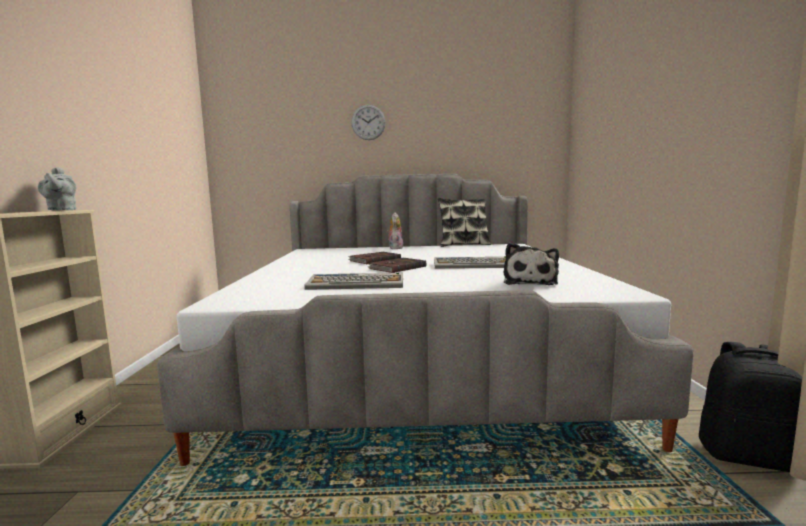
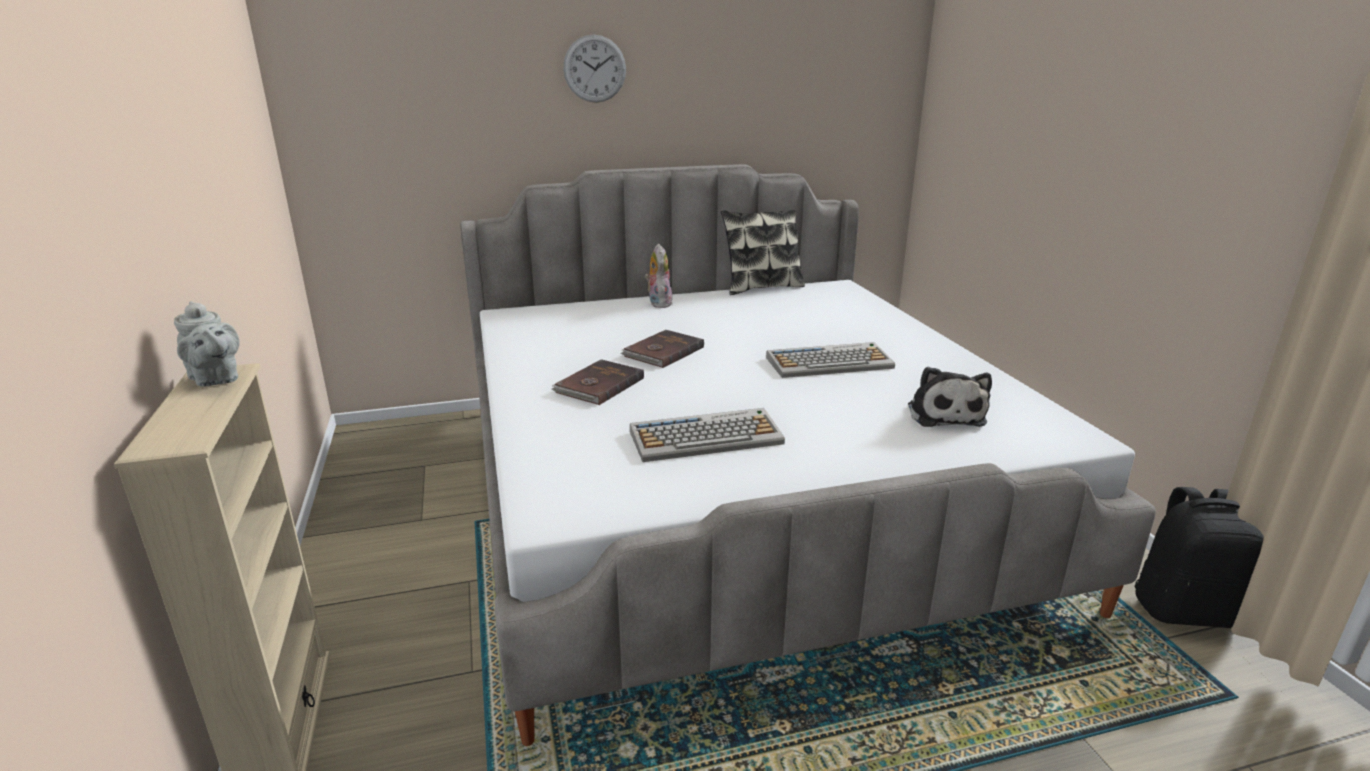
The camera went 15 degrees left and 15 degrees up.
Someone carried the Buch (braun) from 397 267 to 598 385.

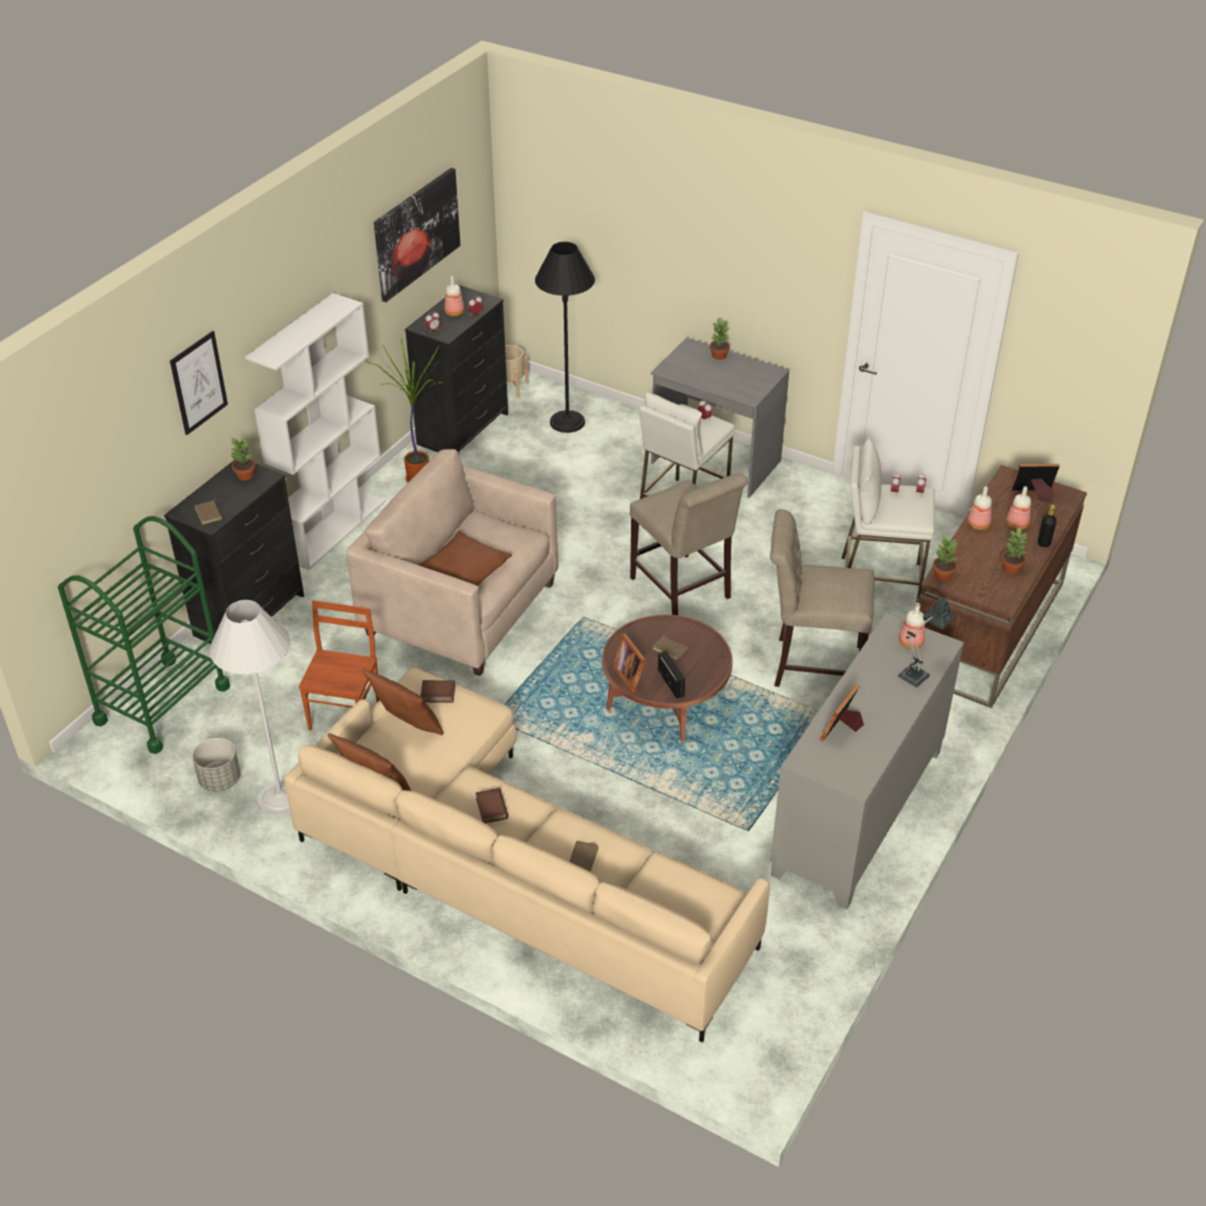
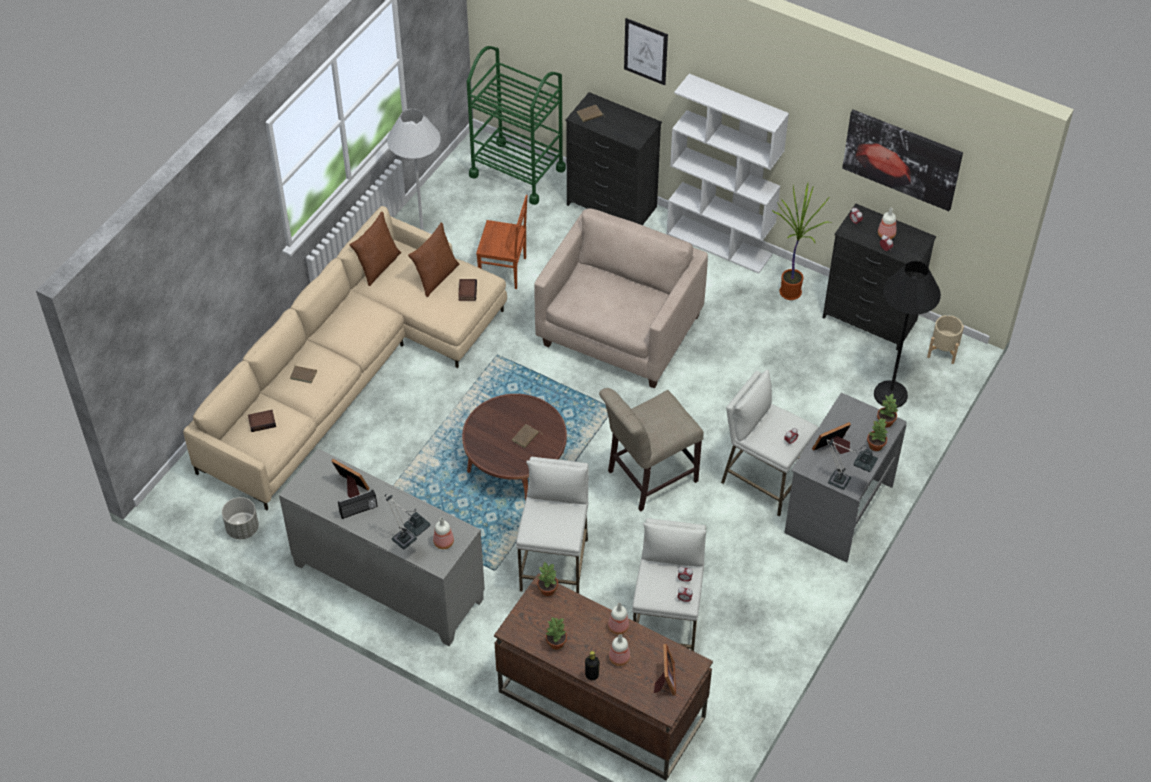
The camera went 90 degrees right and 10 degrees up.
Someone carried the Pflanzkübel (grau) from 219 780 to 242 528.
Someone carried the Topfpflanze from 245 475 to 885 421.
Someone took away the Kissen (braun) at 464 568.
Someone carried the Buch from 490 808 to 262 422.
Someone carried the Bilderrahmen from 630 675 to 832 448.
Someone carried the Radio from 671 683 to 358 510.
Someone swapped the Stuhl (beige) at 812 664 for the Hocker (weiß) at 555 564.
Someone put down the Tischlampe at 844 483.

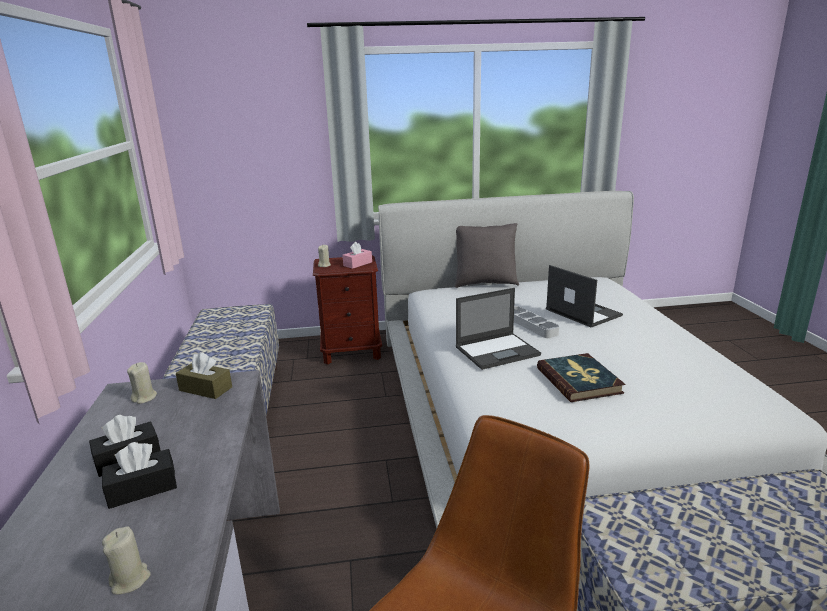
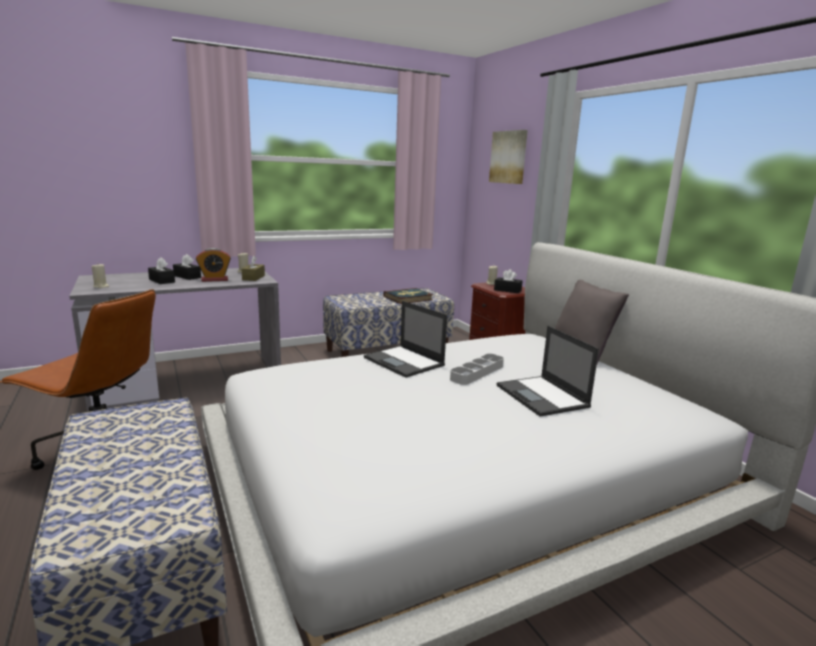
The camera went 70 degrees right and 5 degrees down.
Someone repainted the Taschentuchbox (rosa) at 357 264, which became the Taschentuchbox (schwarz) at 507 290.
Someone carried the Buch from 579 380 to 408 298.
Someone rotated the Laptop at 582 312 by 120 degrees clockwise.
Someone put down the Wecker at 214 280.
Someone put up the Bild at 509 157.

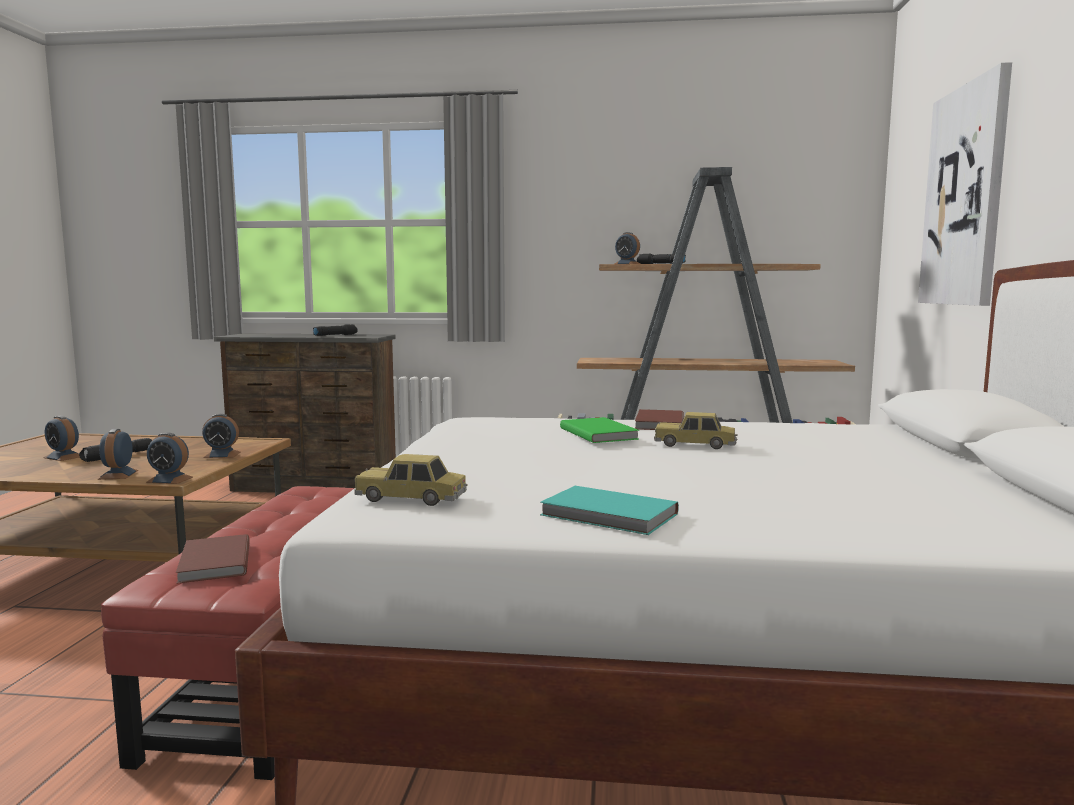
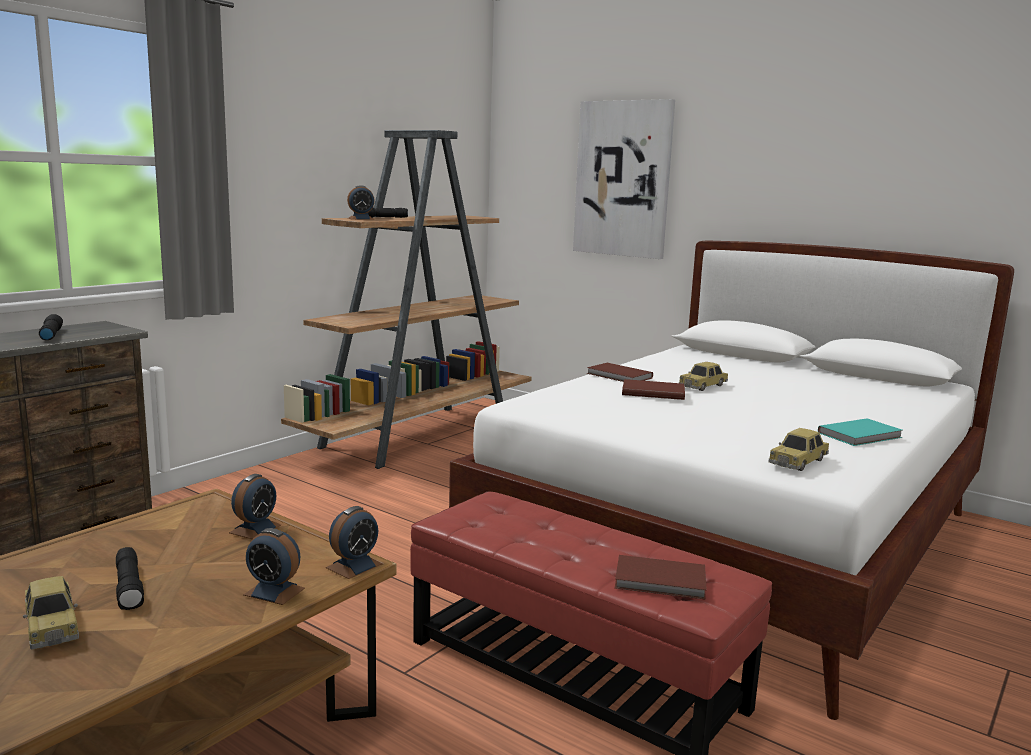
The camera went 60 degrees left and 5 degrees up.
Someone swapped the Wecker at 64 457 for the Spielzeugauto at 51 625.
Someone repainted the Buch (grün) at 599 433, which became the Buch (braun) at 652 392.

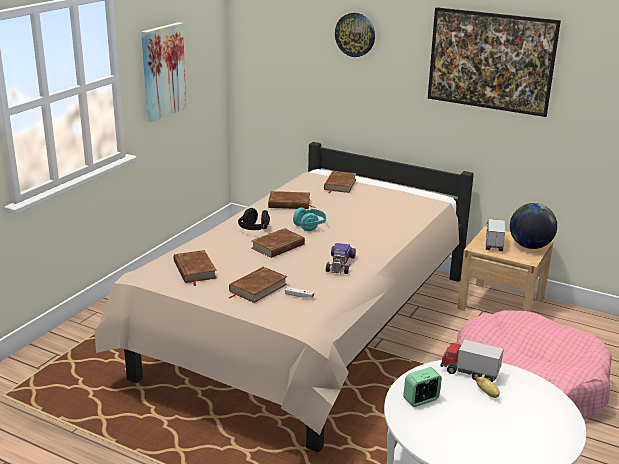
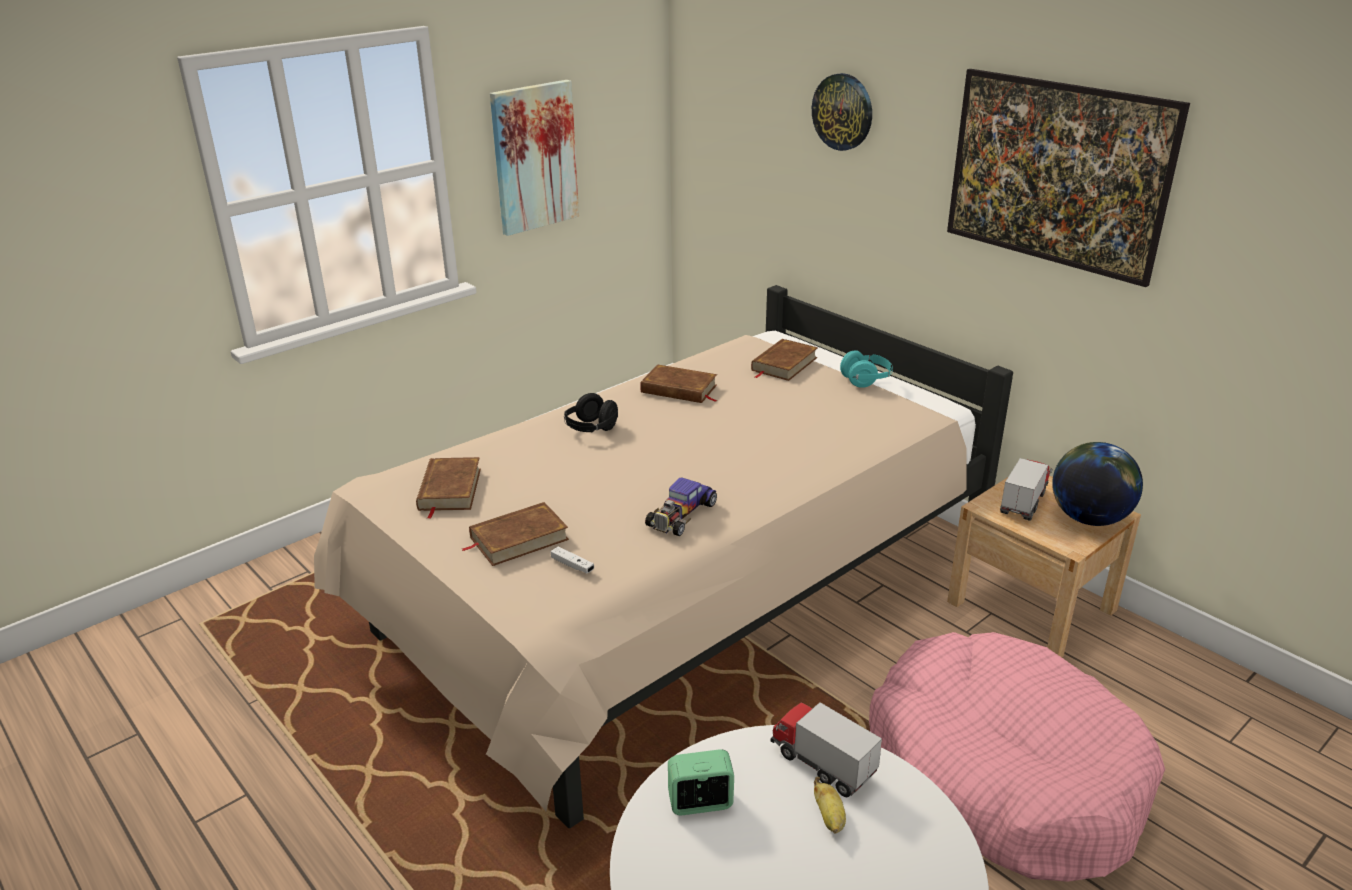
The camera went 20 degrees right and 5 degrees up.
Someone took away the Buch (braun) at 278 246.
Someone carried the Kopfhörer (türkis) from 310 226 to 866 380.

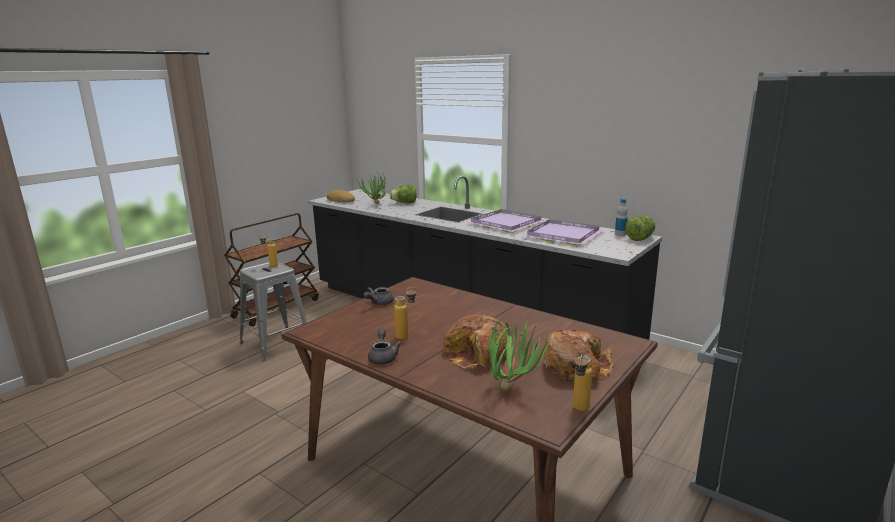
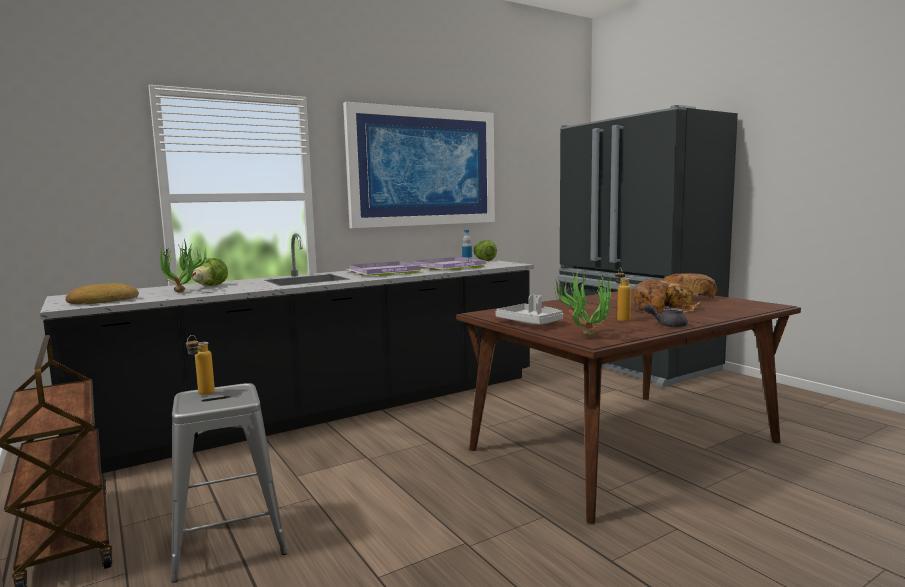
The camera went 70 degrees left and 10 degrees down.
Someone swapped the Teekanne (grau) at 379 303 for the Tablett (grau) at 531 322.
Someone carried the Topfpflanze from 512 387 to 584 335.
Someone took away the Flasche at 579 410.
Someone put up the Bild at 424 167.

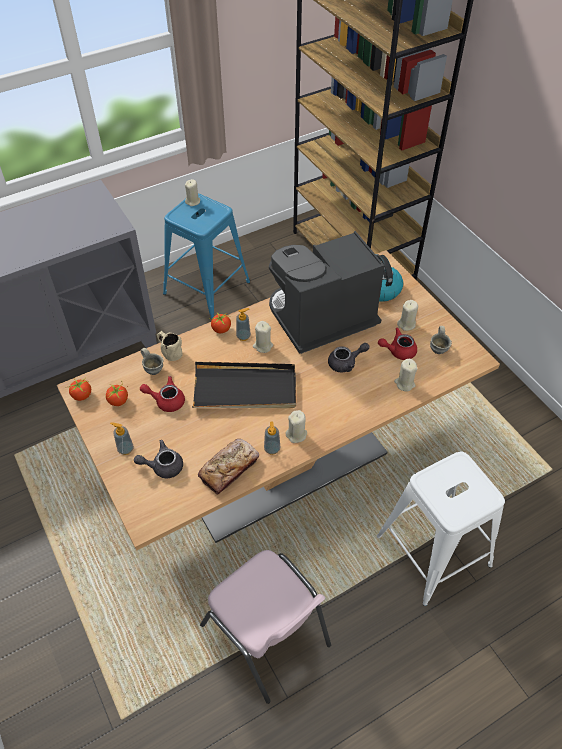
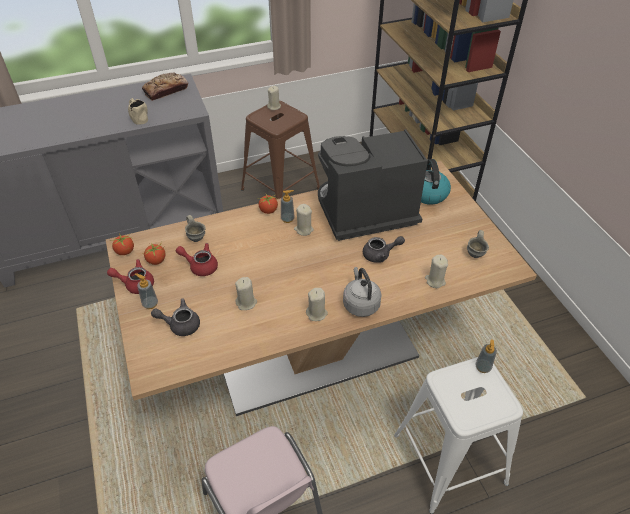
The camera went 10 degrees right and 5 degrees down.
Someone carried the Henkelbecher (beige) from 169 351 to 138 118.
Someone repainted the Hocker (blau) at 207 288, which became the Hocker (braun) at 280 189.
Someone took away the Tablett (schwarz) at 245 389.
Someone carried the Brot from 229 469 to 166 90.
Someone carried the Seifenspender from 272 449 to 483 367.
Someone carried the Teekanne (rot) from 398 351 to 135 284.
Someone carried the Kerze (beige) from 406 324 to 246 303.
Someone put down the Wasserkessel (grau) at 360 303.

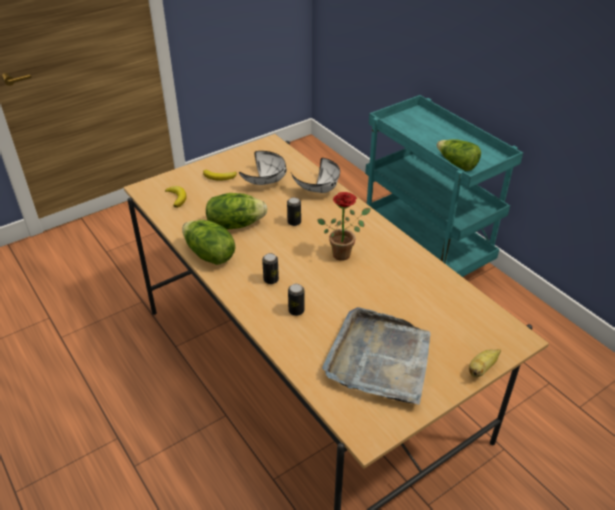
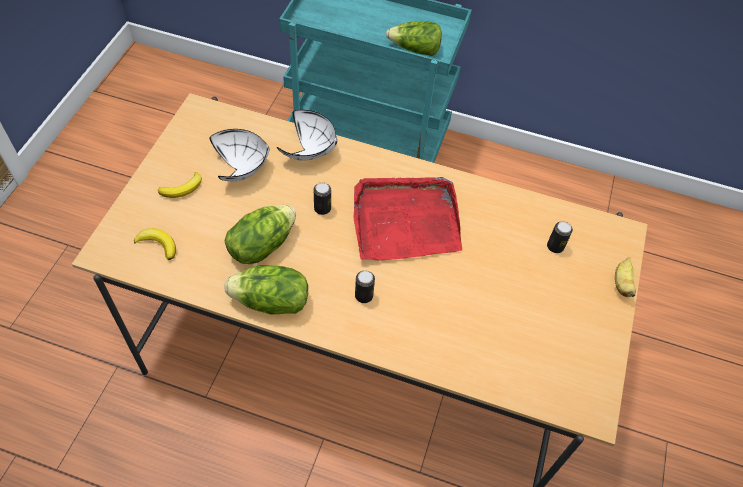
The camera went 40 degrees left and 15 degrees up.
Someone carried the Dose from 296 310 to 555 246.
Someone swapped the Topfpflanze at 344 253 for the Tablett (rot) at 405 221.
Someone took away the Tablett (grau) at 379 359.

